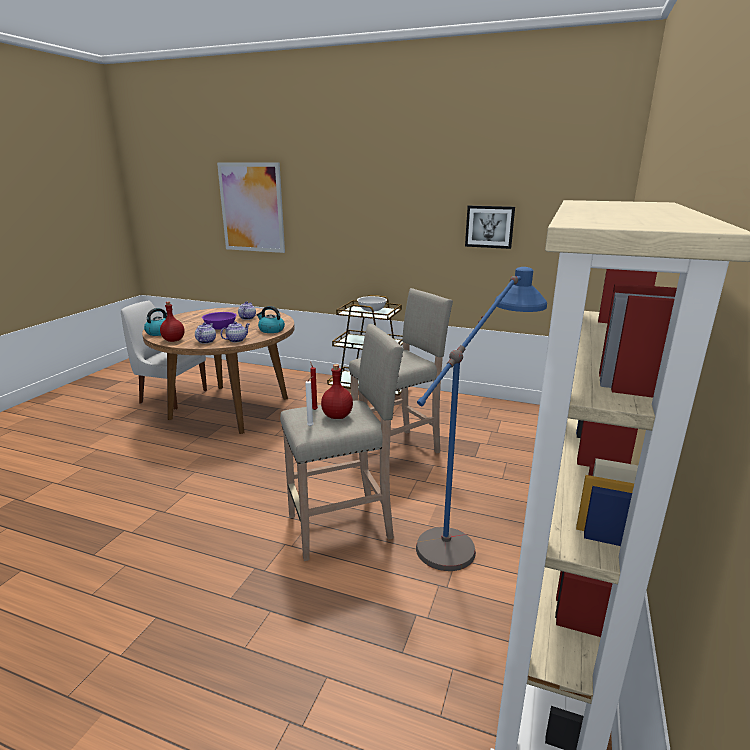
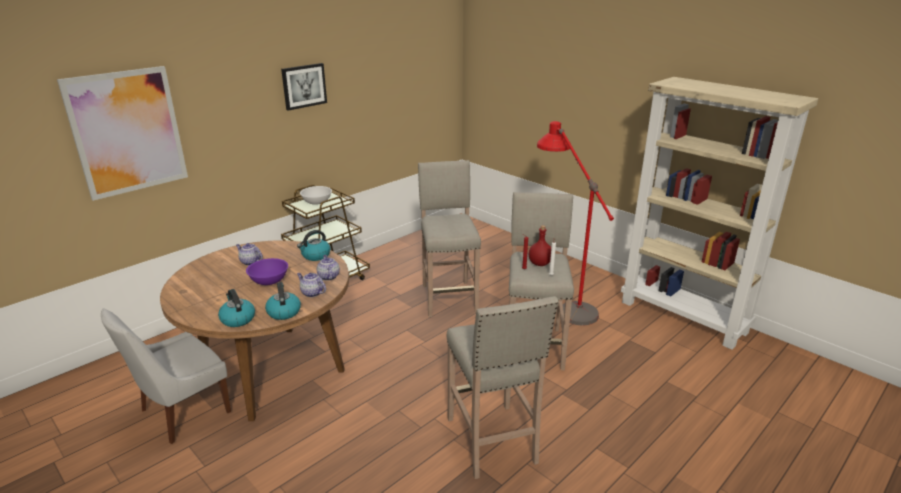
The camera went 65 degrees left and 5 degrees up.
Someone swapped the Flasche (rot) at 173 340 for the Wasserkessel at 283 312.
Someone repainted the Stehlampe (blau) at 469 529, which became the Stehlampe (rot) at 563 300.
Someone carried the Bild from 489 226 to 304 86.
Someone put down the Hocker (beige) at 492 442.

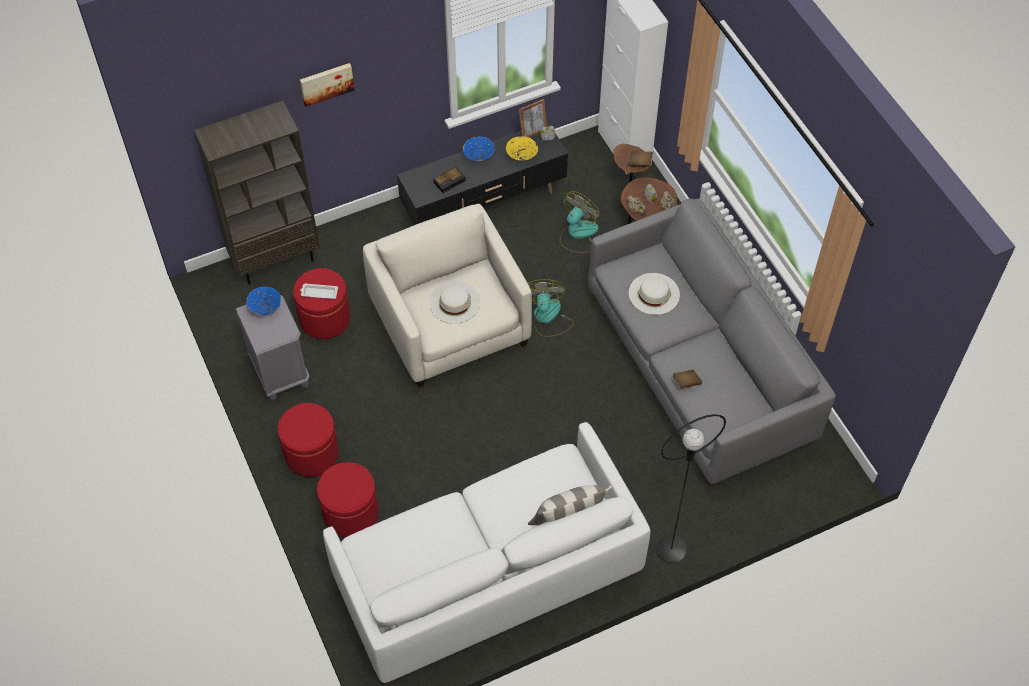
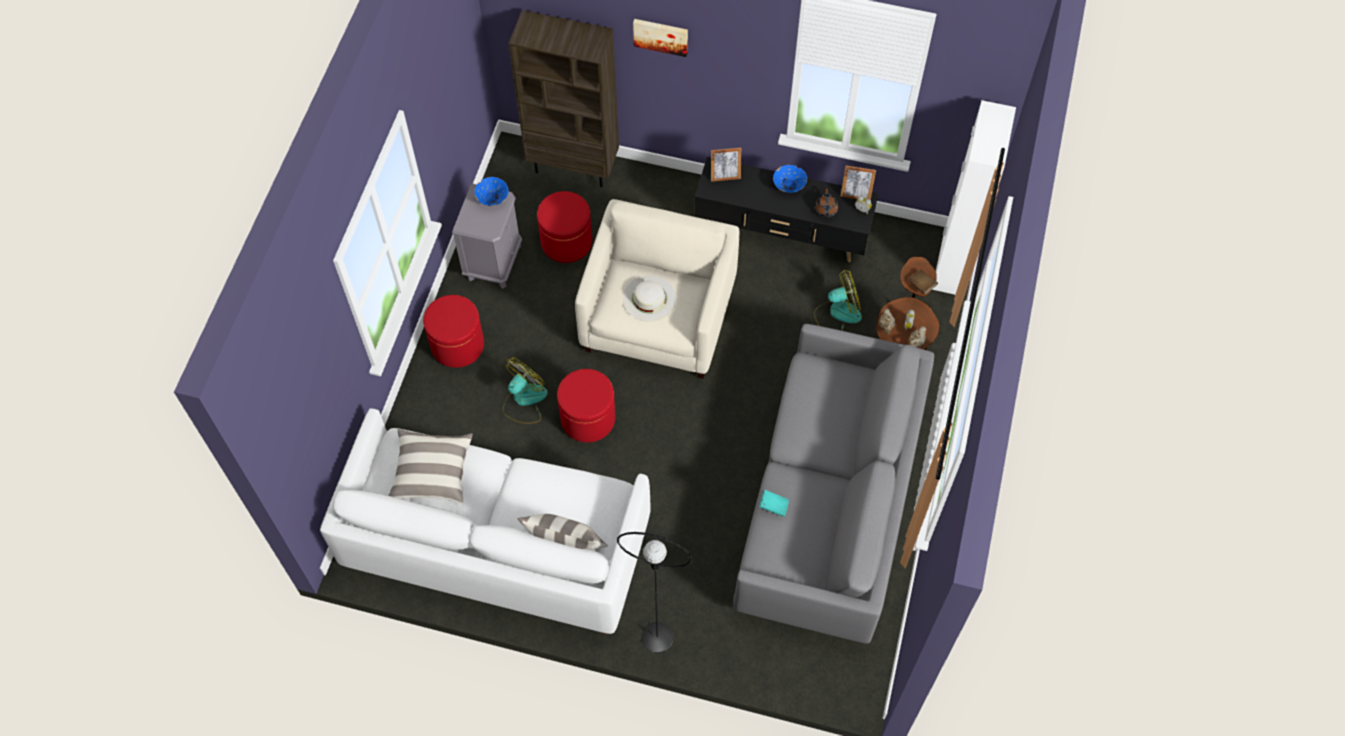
The camera went 40 degrees right and 5 degrees up.
Someone took away the Tablett (weiß) at 319 293.
Someone carried the Polsterhocker (rot) from 351 513 to 588 418.
Someone took away the Wecker at 450 181.
Someone swapped the Schüssel (gelb) at 522 156 for the Teekanne (braun) at 826 210.
Someone carried the Ventilator from 547 318 to 524 400.
Someone took away the Hut (weiß) at 654 293.
Someone repainted the Buch (braun) at 686 382, which became the Buch (türkis) at 773 506.
Someone put down the Kissen at 432 472.
Someone put down the Bilderrahmen at 725 176.

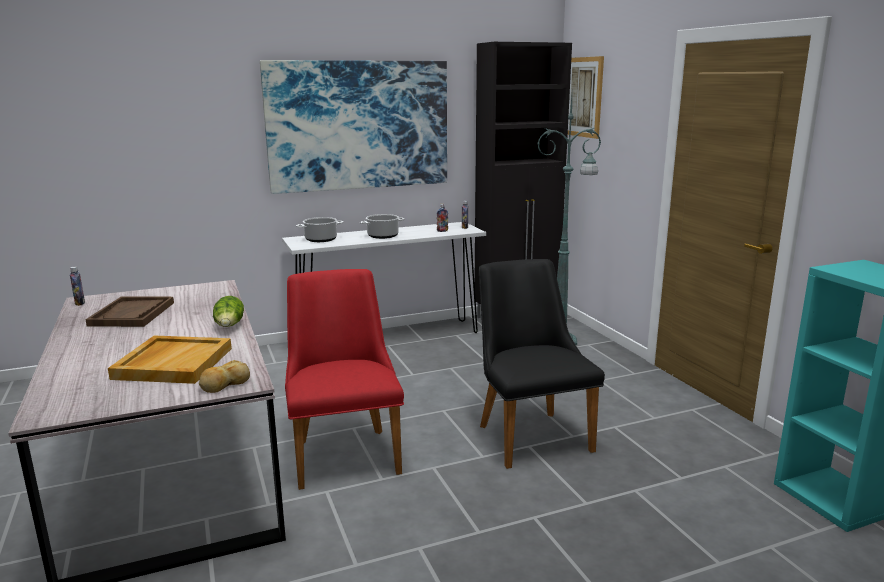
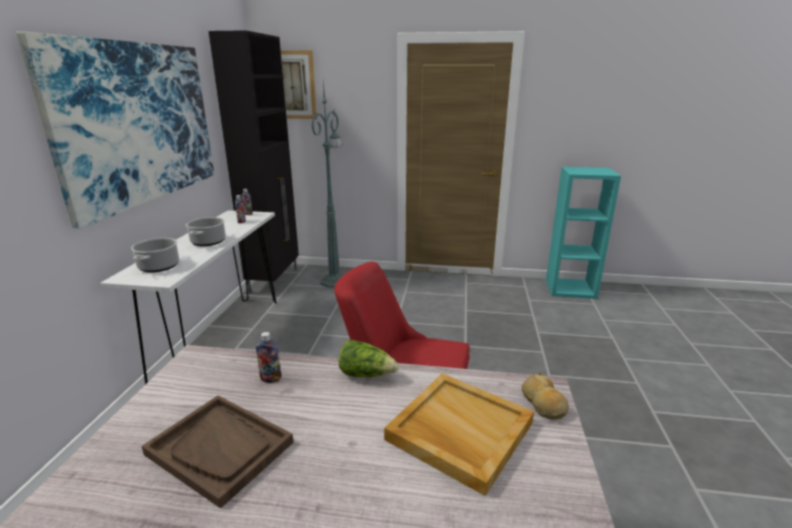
The camera went 60 degrees left and 5 degrees up.
Someone carried the Flasche from 80 303 to 270 379.
Someone took away the Stuhl (schwarz) at 528 433.

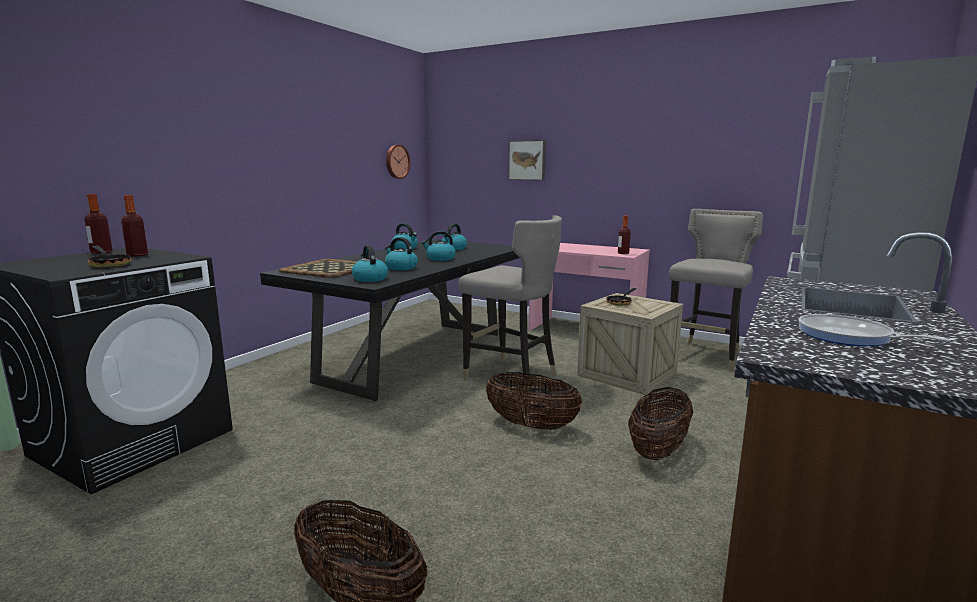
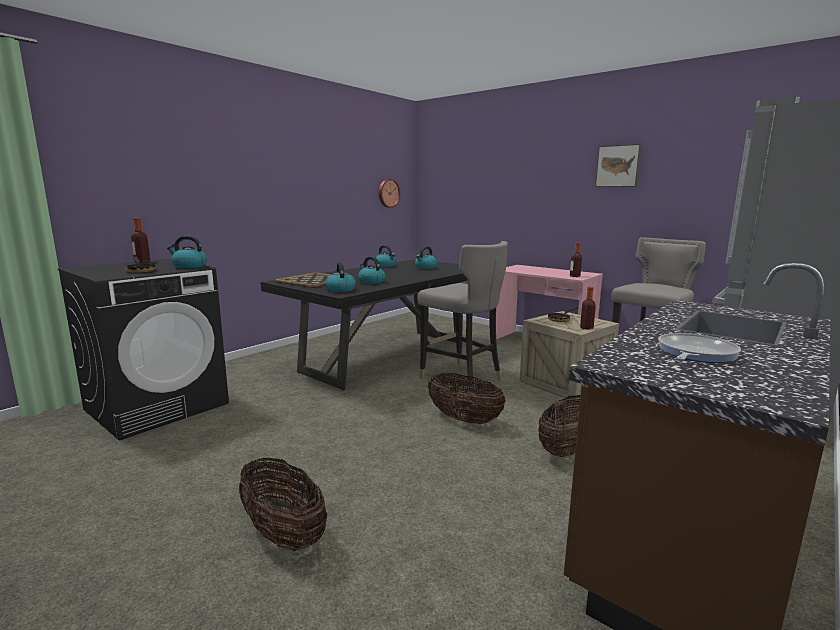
The camera went 10 degrees right and 0 degrees up.
Someone carried the Flasche from 137 255 to 586 328.
Someone carried the Wasserkessel from 440 259 to 189 266.
Someone carried the Bild from 527 160 to 618 166.
Someone rotated the Pfanne at 849 337 by 75 degrees clockwise.

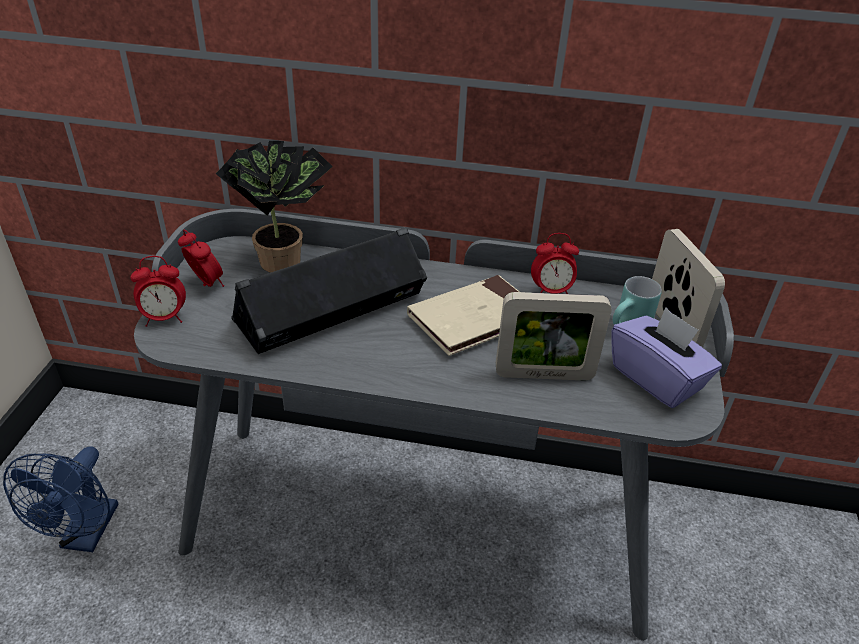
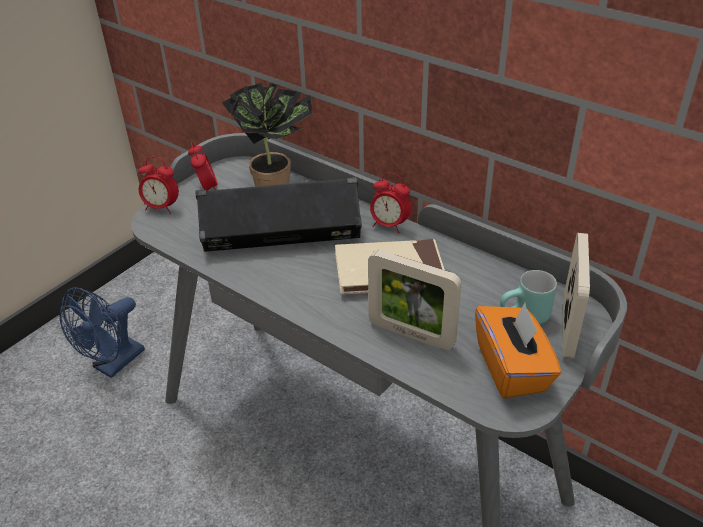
The camera went 30 degrees right and 0 degrees up.
Someone carried the Wecker from 551 292 to 389 225.
Someone repainted the Taschentuchbox (lila) at 656 378, which became the Taschentuchbox (orange) at 512 369.

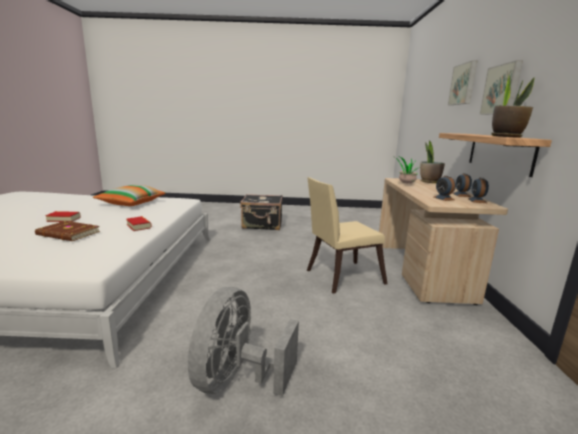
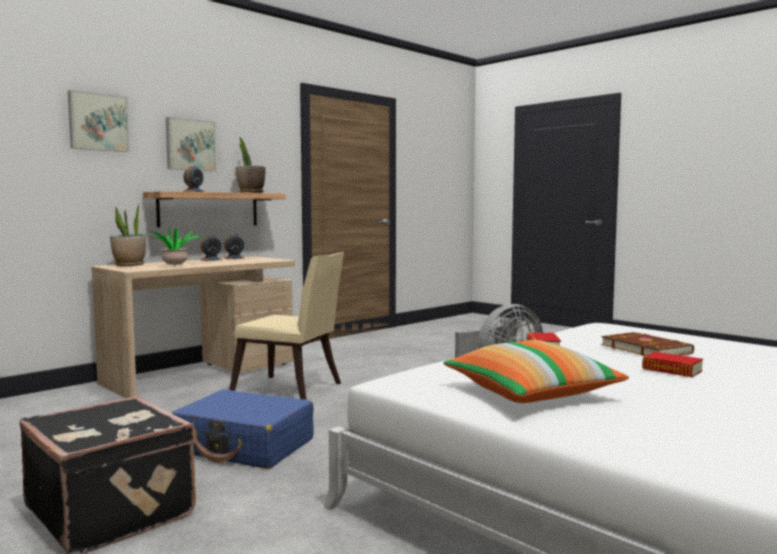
The camera went 135 degrees left and 10 degrees down.
Someone carried the Wecker from 443 198 to 193 191.
Someone put down the Koffer (blau) at 245 446.

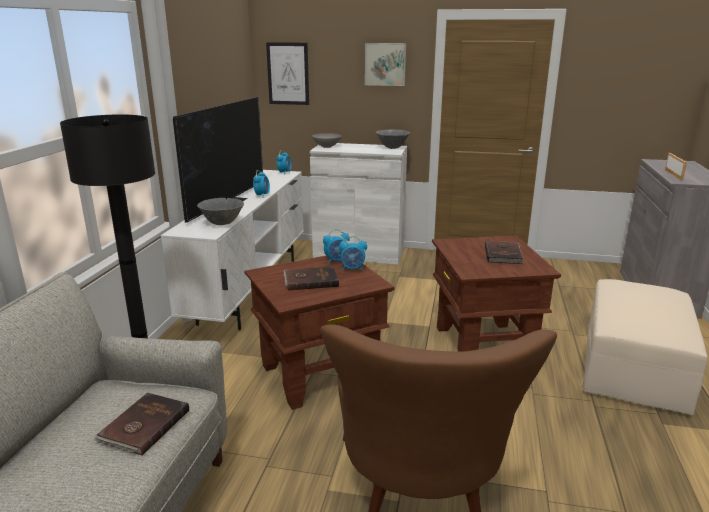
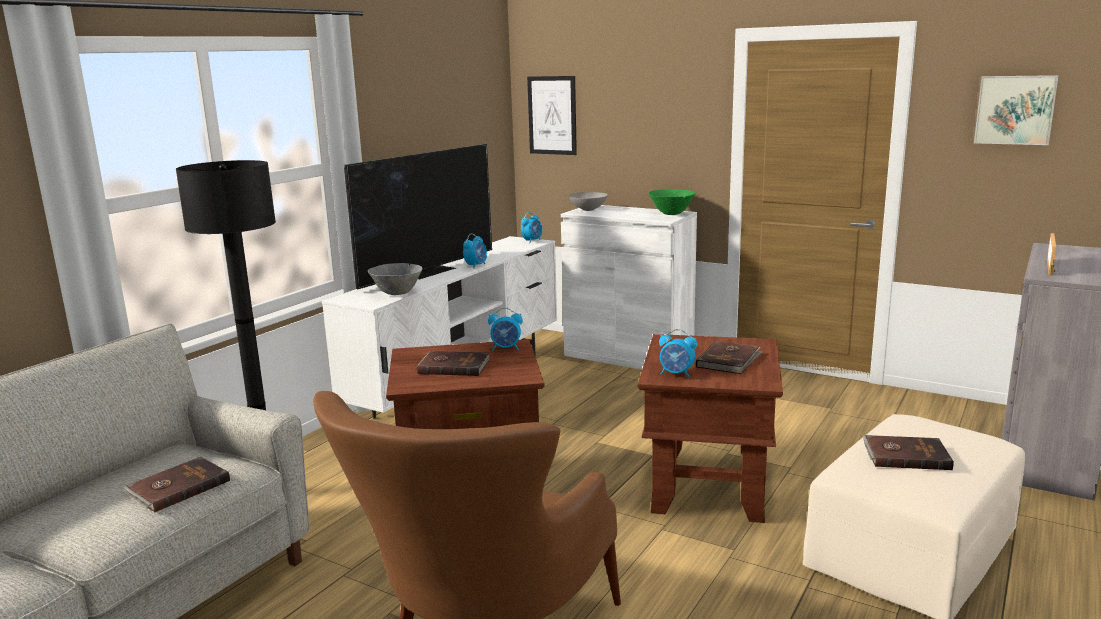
The camera went 20 degrees right and 5 degrees down.
Someone carried the Wecker from 353 269 to 676 374.
Someone carried the Bild from 385 64 to 1015 110.
Someone repainted the Schüssel (grau) at 392 148, which became the Schüssel (grün) at 672 214.
Someone put down the Buch (braun) at 905 455.

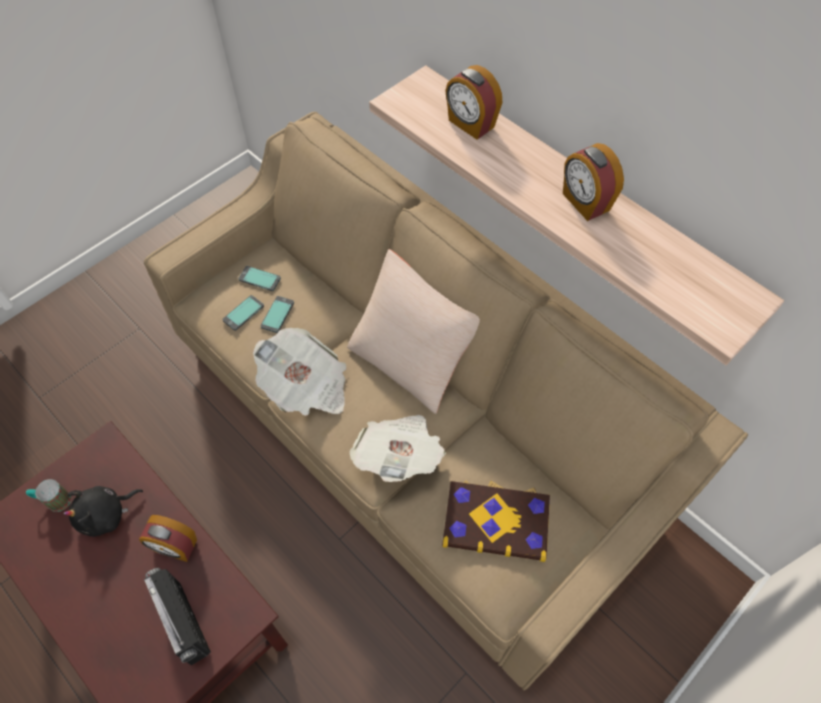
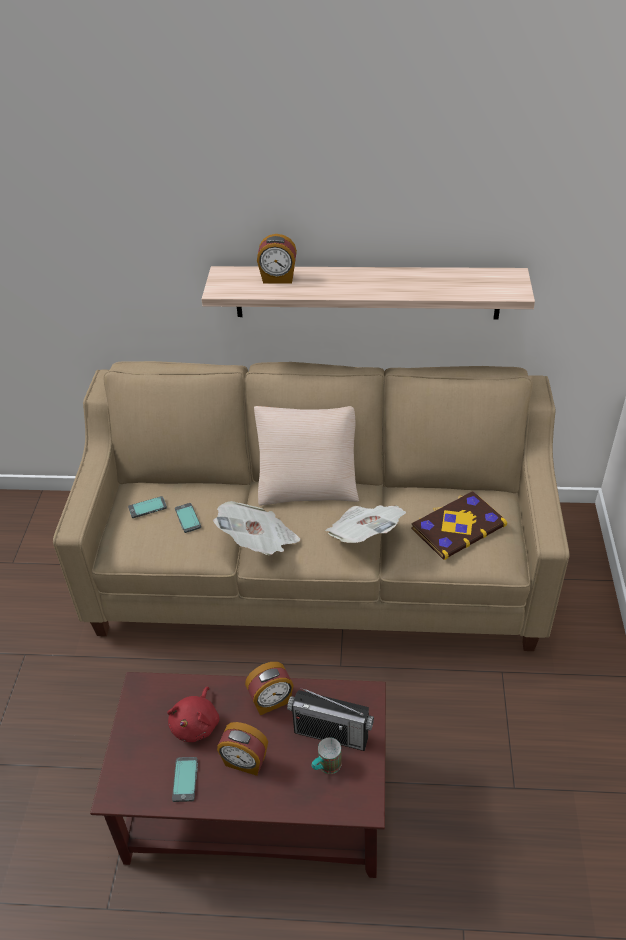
The camera went 40 degrees left and 15 degrees down.
Someone carried the Henkelbecher from 54 501 to 326 766.
Someone repainted the Plüschtier (schwarz) at 106 515, which became the Plüschtier (rot) at 196 724.
Someone carried the Handy from 243 313 to 185 779.
Someone carried the Wecker from 584 202 to 245 761.

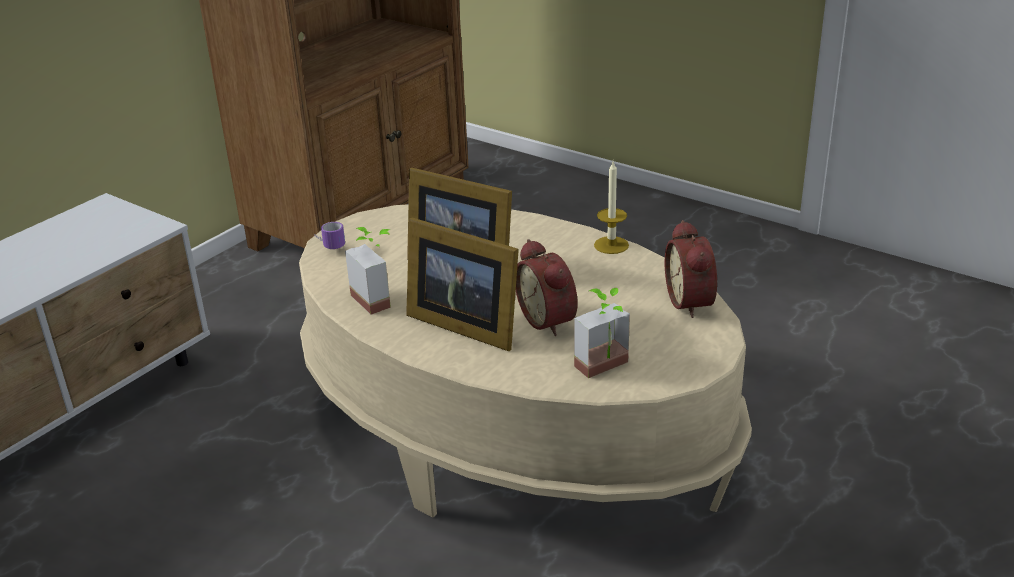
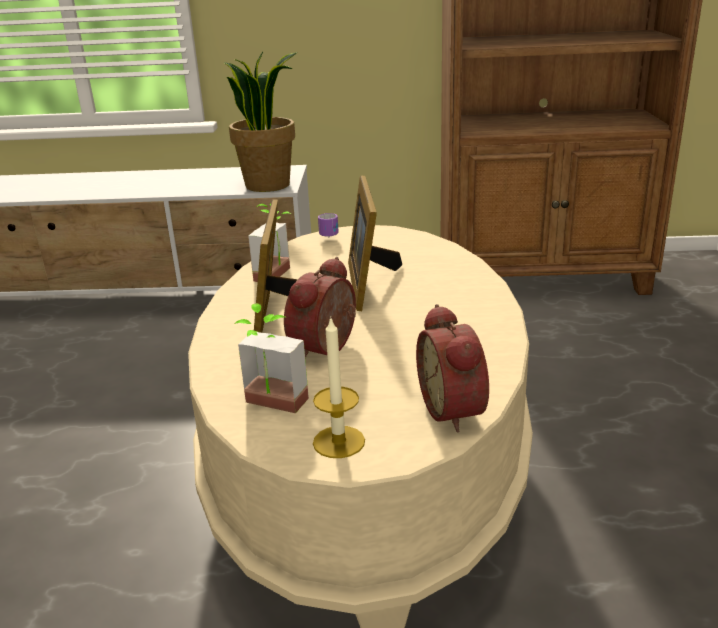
The camera went 55 degrees right and 5 degrees down.
Someone carried the Kerze from 611 245 to 339 442.
Someone rotated the Wecker at 693 302 by 60 degrees counterclockwise.
Someone put down the Topfpflanze at 268 185.

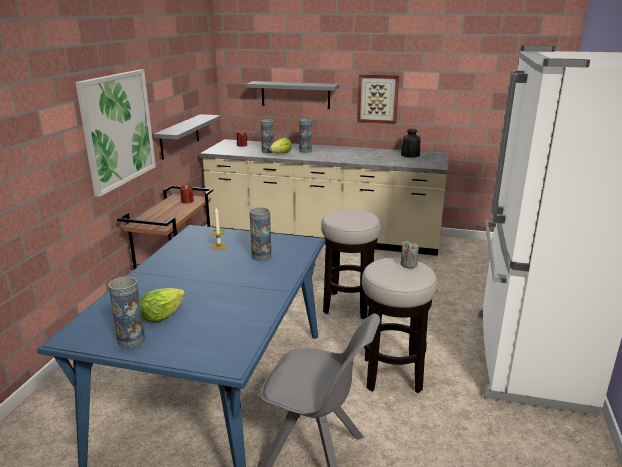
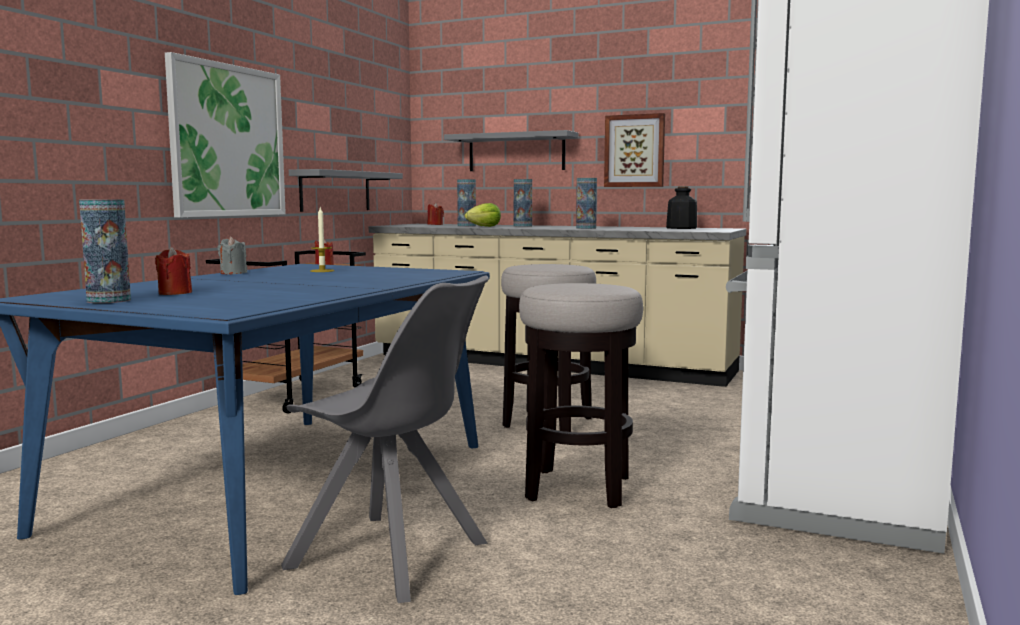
The camera went 10 degrees right and 15 degrees down.
Someone swapped the Salatkopf at 162 316 for the Kerze (rot) at 175 293.
Someone carried the Vase from 261 256 to 586 228.
Someone carried the Kerze (grau) from 408 264 to 233 273.

